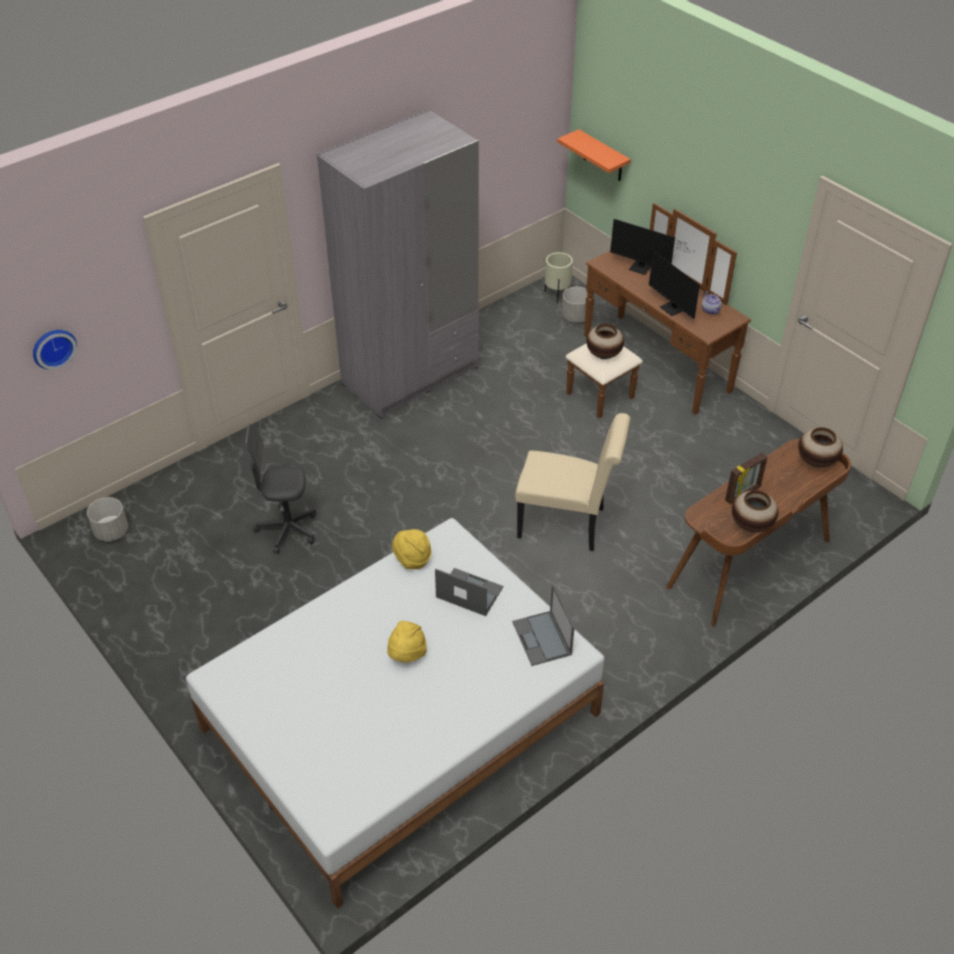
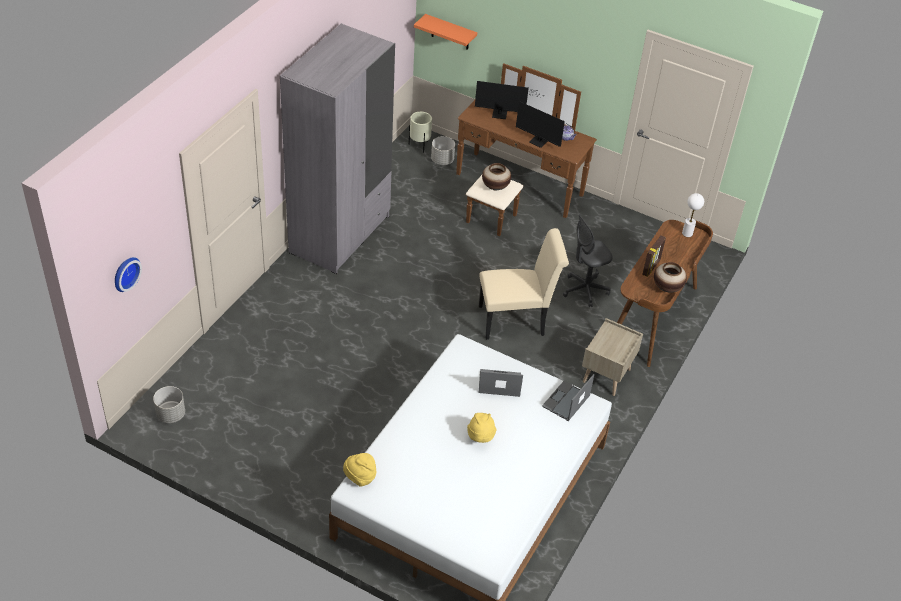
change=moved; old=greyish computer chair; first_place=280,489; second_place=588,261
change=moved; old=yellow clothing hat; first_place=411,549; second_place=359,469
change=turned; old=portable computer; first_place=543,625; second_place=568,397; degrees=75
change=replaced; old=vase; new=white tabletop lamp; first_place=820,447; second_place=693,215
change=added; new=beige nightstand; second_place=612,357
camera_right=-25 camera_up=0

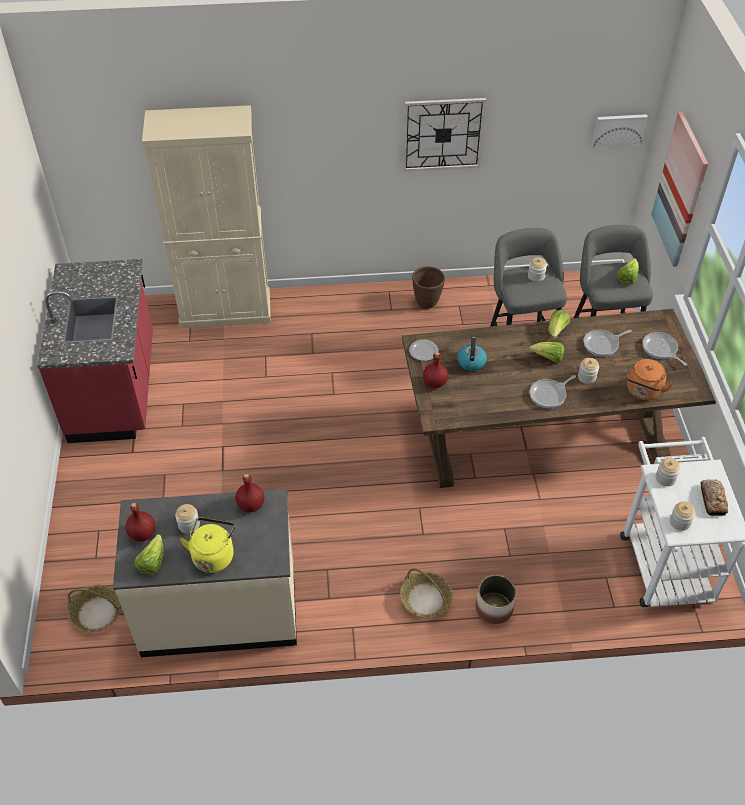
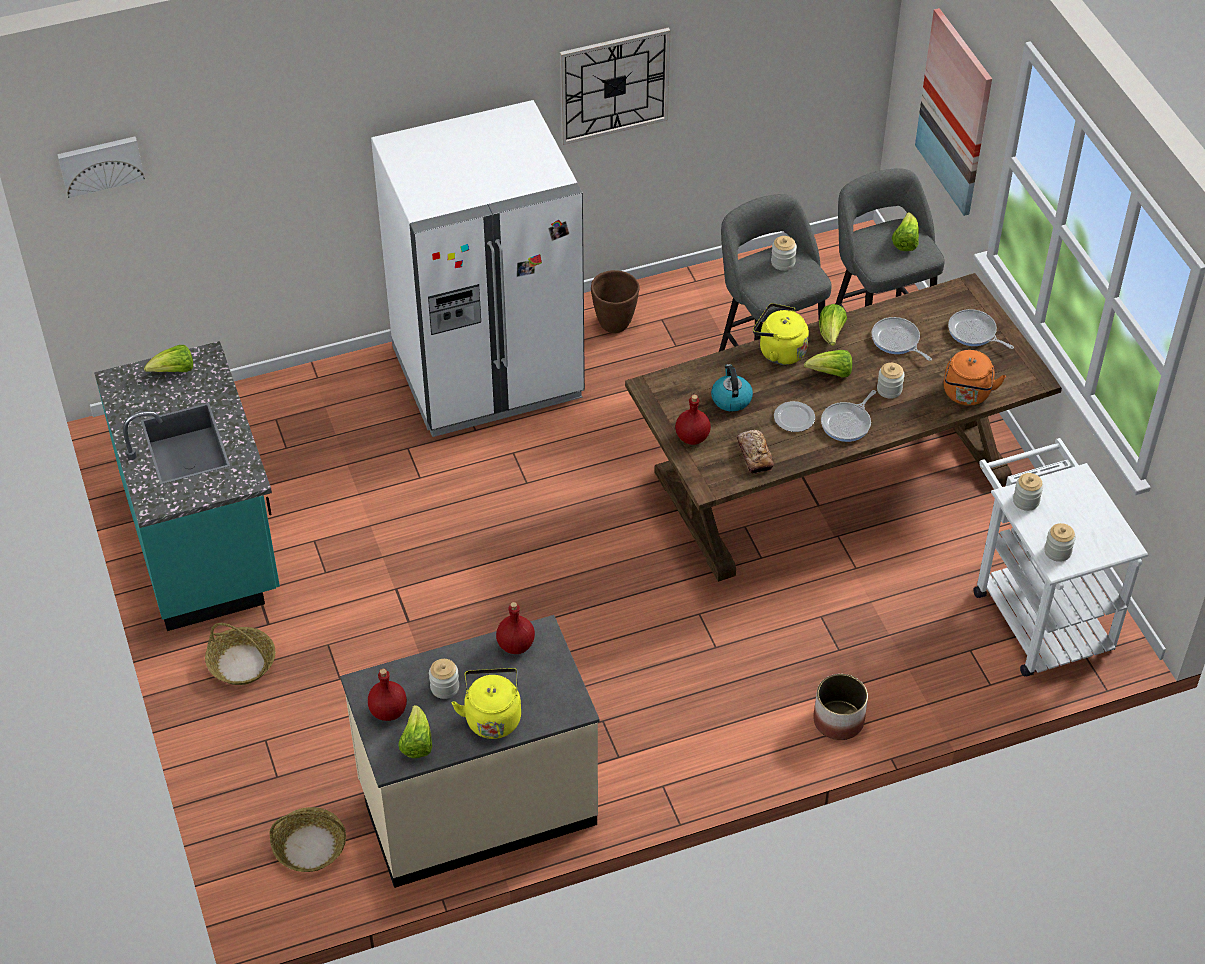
change=recoloured; old=red kitchen counter; new=turquoise-coloured kitchen counter; first_place=95,351; second_place=187,486
change=removed; old=beige storage cabinet; first_place=206,216
change=moved; old=basket; first_place=426,593; second_place=240,654
change=moved; old=plate; first_place=424,350; second_place=794,416
change=turned; old=skillet; first_place=608,343; second_place=901,339; degrees=90
change=moved; old=wall art; first_place=620,131; second_place=101,167
change=moved; old=bakery bread; first_place=714,497; second_place=755,452
change=added; new=head of lettuce; second_place=168,358
change=added; new=white fridge; second_place=478,268
change=added; new=yellow kettle; second_place=781,334
camera_right=-15 camera_up=0

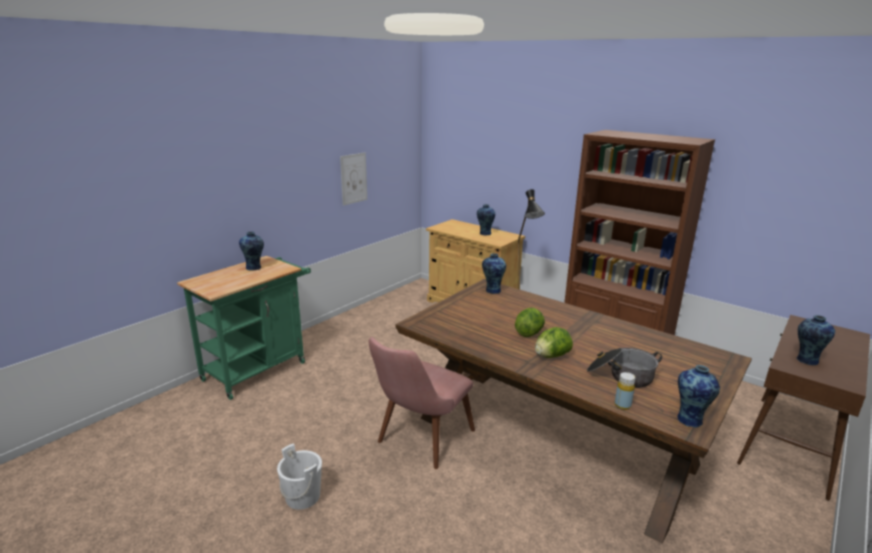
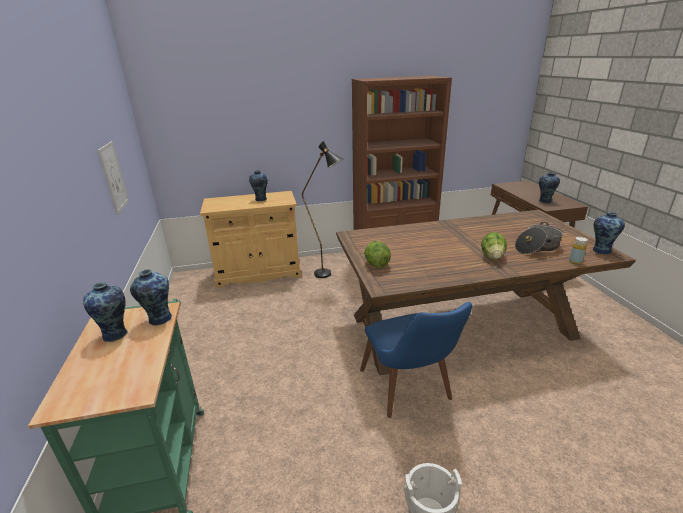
change=recoloured; old=pink-coloured chair; new=blue-coloured chair; first_place=422,403; second_place=416,360
change=moved; old=vase; first_place=494,273; second_place=151,297
change=moved; old=head of lettuce; first_place=530,322; second_place=377,254
camera_right=-50 camera_up=5

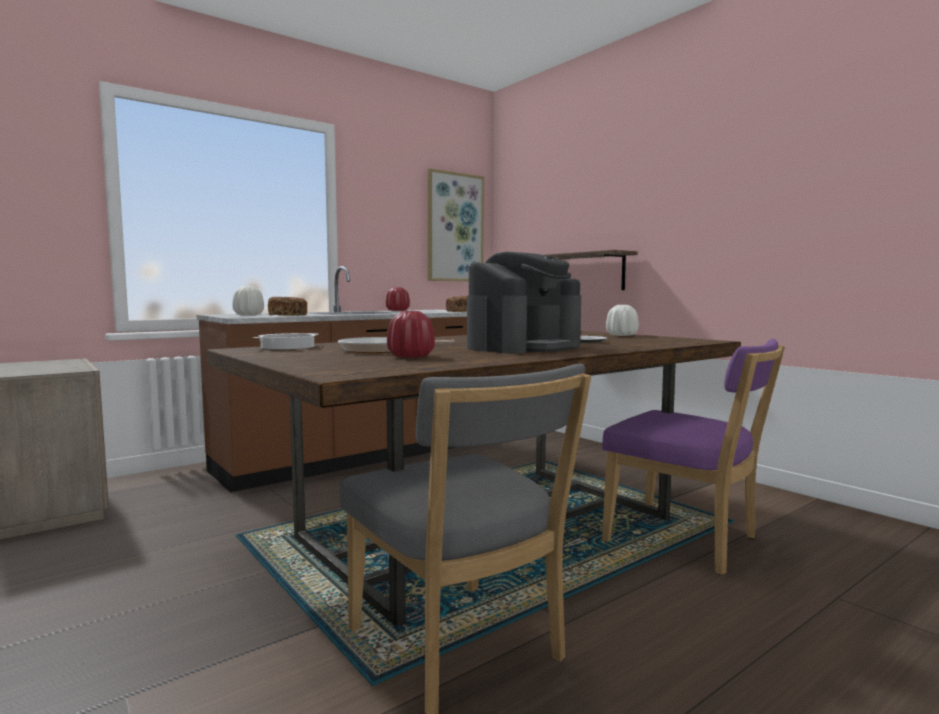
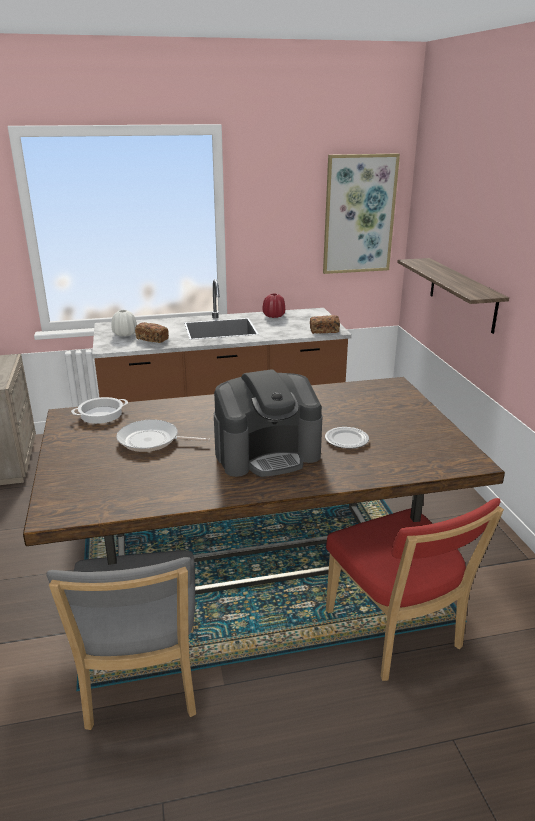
change=removed; old=red vase; first_place=411,334
change=recoloured; old=purplish chair; new=red chair; first_place=693,457; second_place=415,589
change=removed; old=white vase; first_place=622,320
camera_right=25 camera_up=20

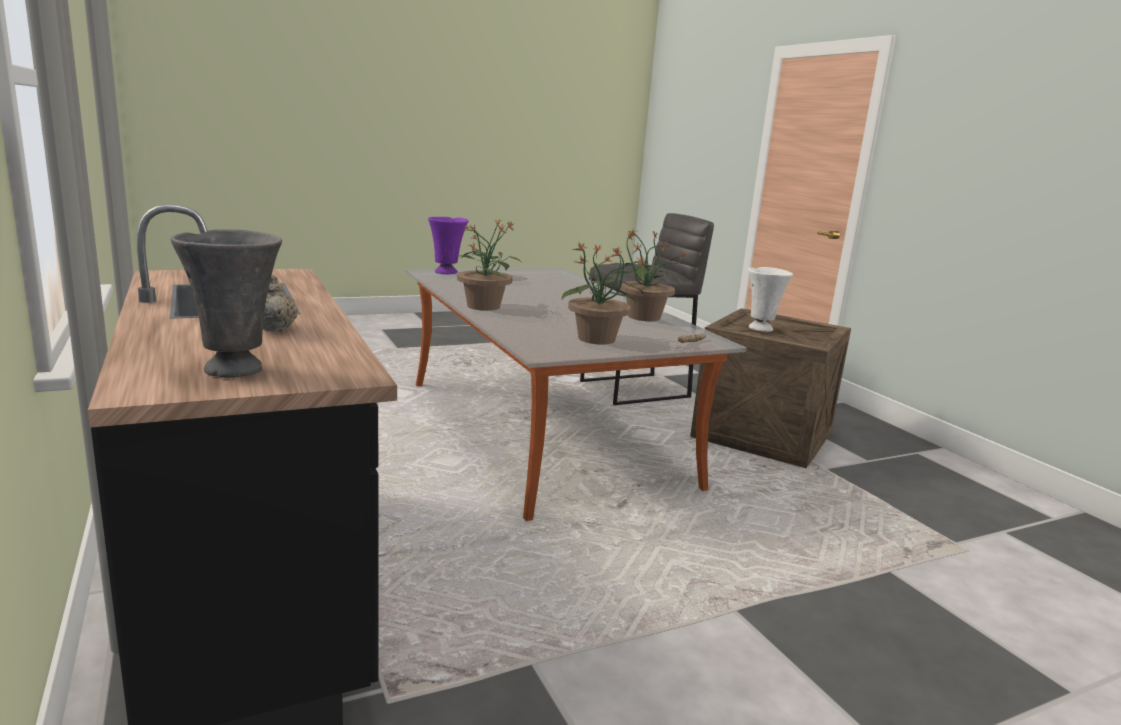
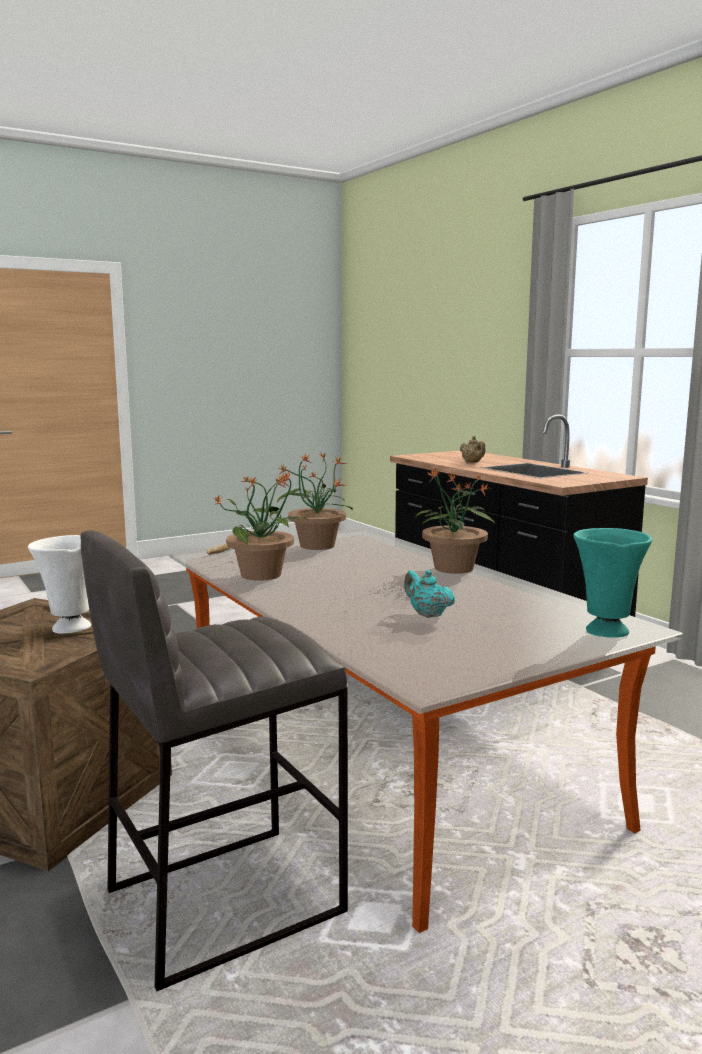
change=removed; old=greyish vase; first_place=226,303
change=recoloured; old=purplish vase; new=turquoise-coloured vase; first_place=448,245; second_place=613,583
change=added; new=turquoise-coloured tea pot; second_place=429,594
camera_right=175 camera_up=-5

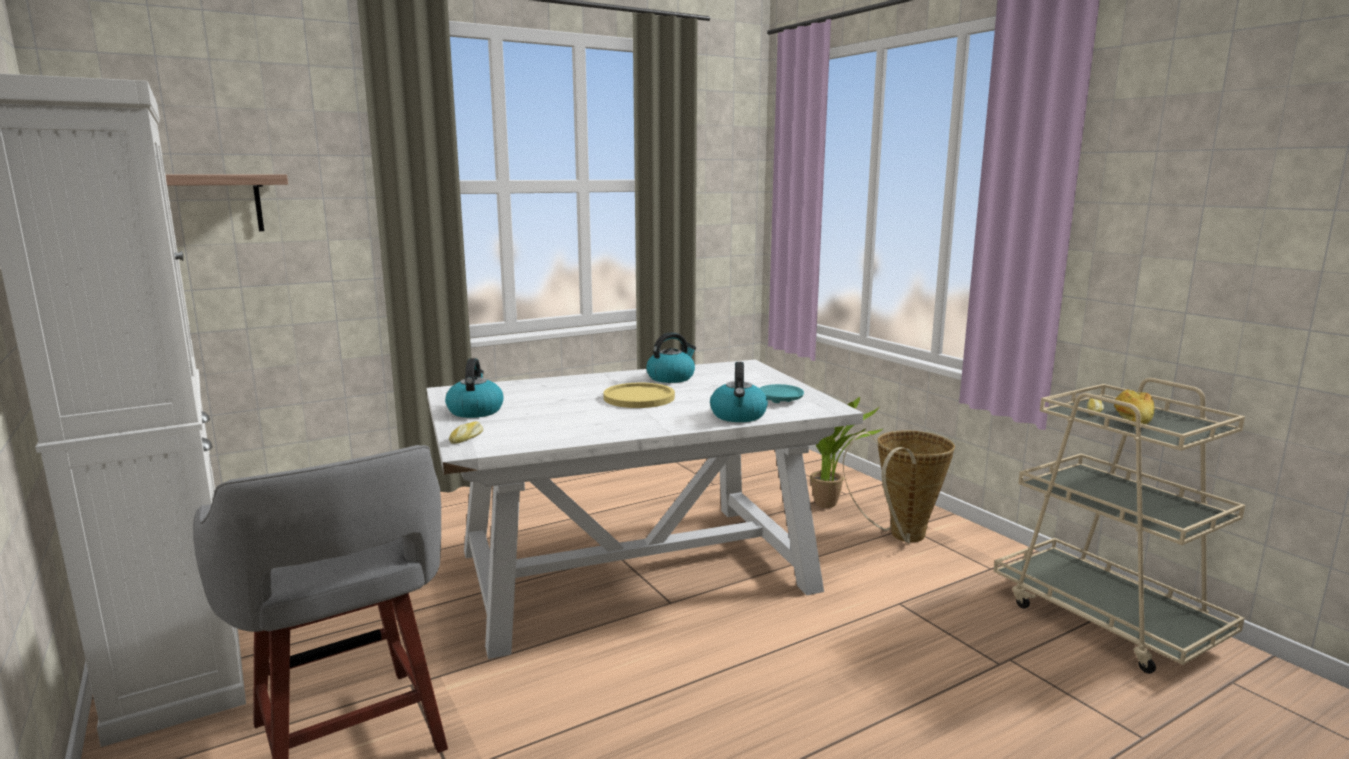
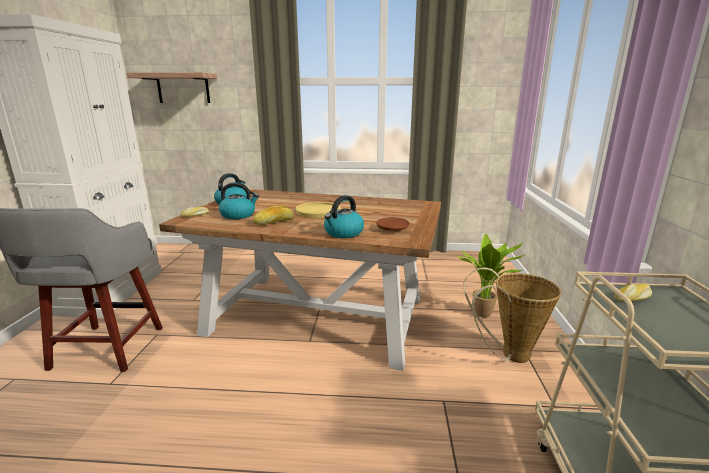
change=recoloured; old=white kitchen table; new=brown-coloured kitchen table; first_place=645,509; second_place=300,280
change=moved; old=kettle; first_place=671,357; second_place=239,200
change=recoloured; old=turquoise-coloured plate; new=brown-coloured plate; first_place=782,393; second_place=393,224
change=moved; old=bakery bread; first_place=1134,407; second_place=274,215
camera_right=35 camera_up=5

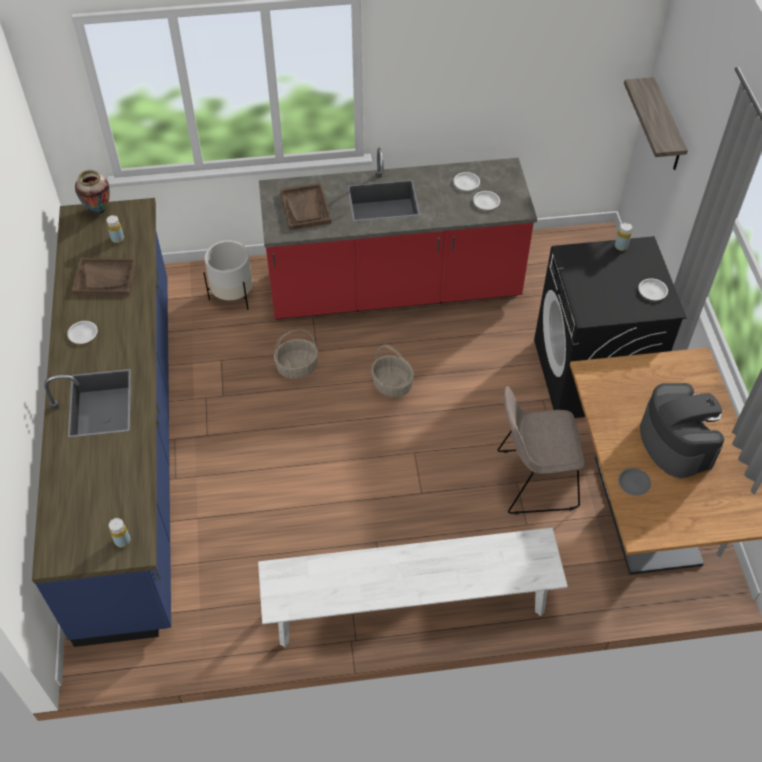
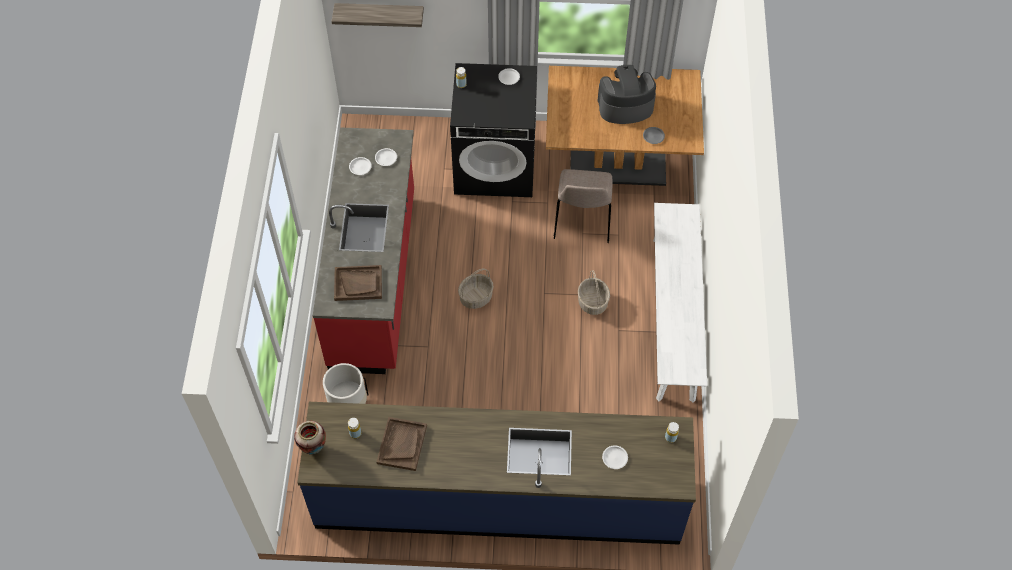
change=moved; old=white plate; first_place=82,332; second_place=615,457
change=moved; old=basket; first_place=296,354; second_place=594,292
camera_right=-80 camera_up=5

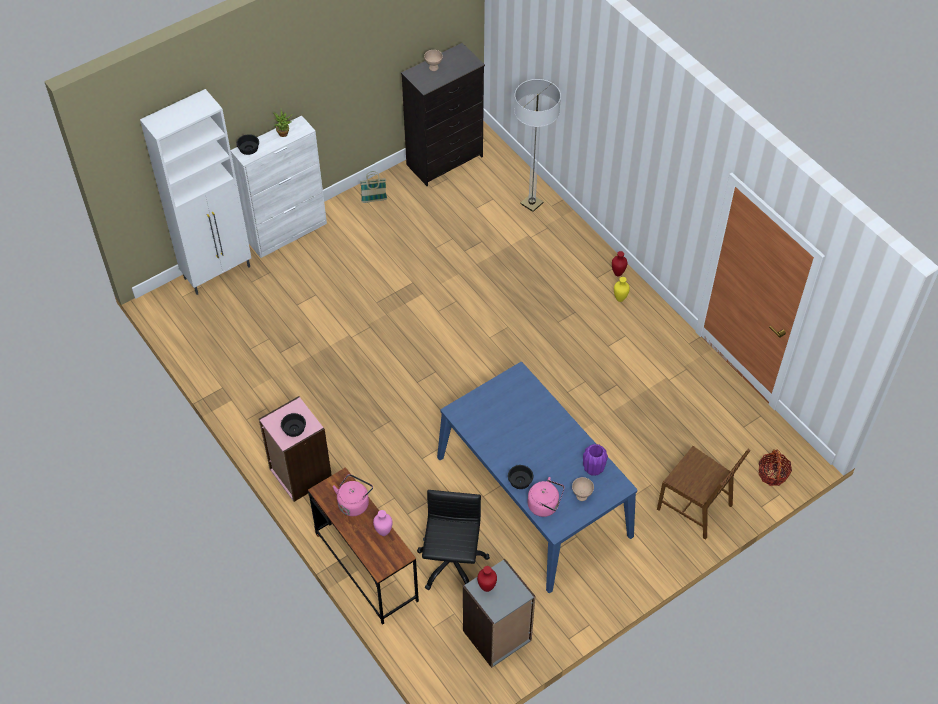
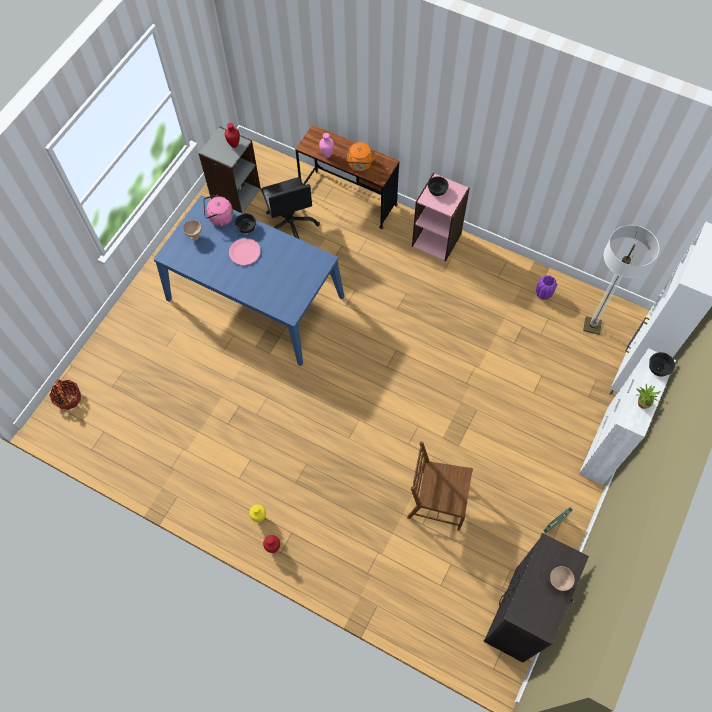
change=recoloured; old=pink-coloured kettle; new=orange-coloured kettle; first_place=353,495; second_place=362,156
change=moved; old=standard lamp; first_place=537,145; second_place=621,280
change=moved; old=purplish vase; first_place=595,460; second_place=546,287
change=moved; old=brown-coloured chair; first_place=704,493; second_place=440,486
change=added; new=pink-coloured plate; second_place=245,251
camera_right=155 camera_up=10

